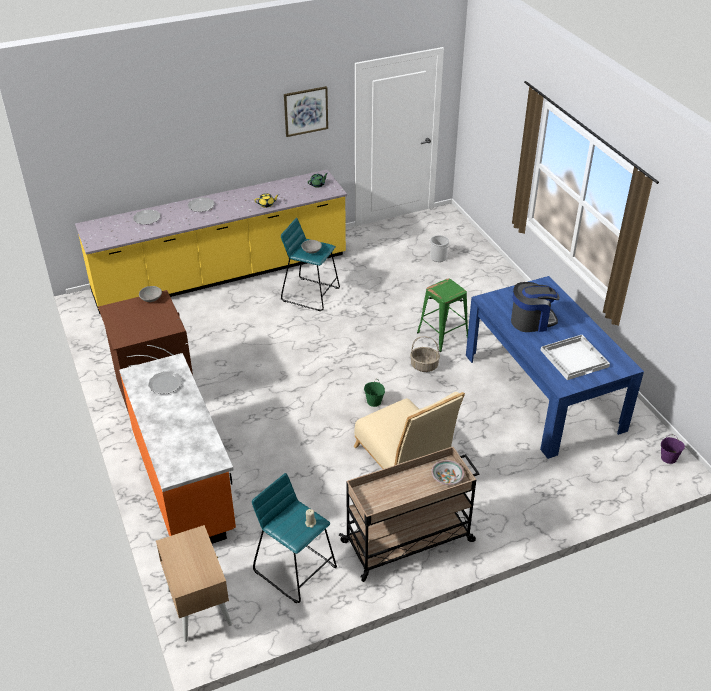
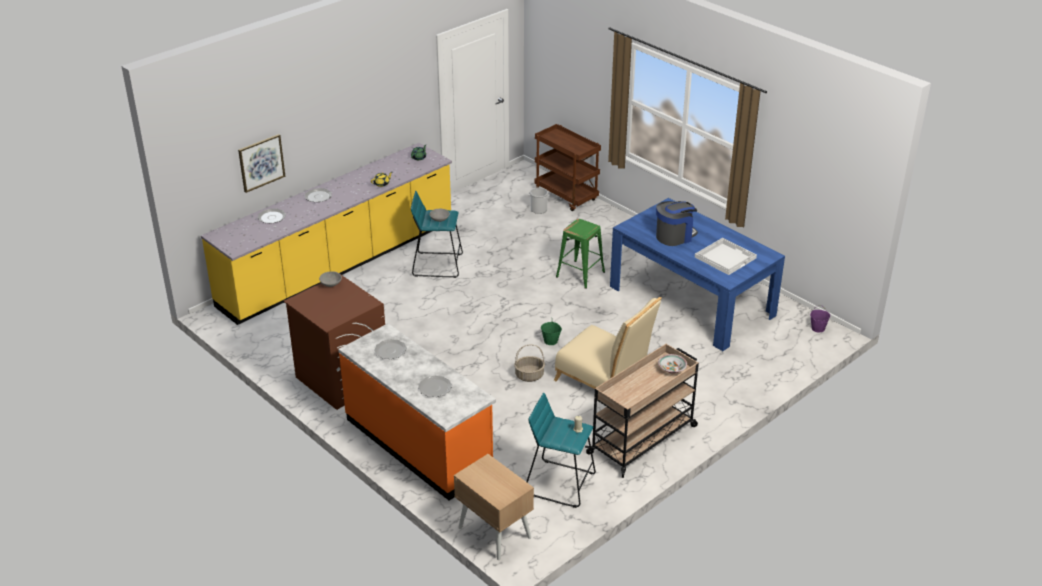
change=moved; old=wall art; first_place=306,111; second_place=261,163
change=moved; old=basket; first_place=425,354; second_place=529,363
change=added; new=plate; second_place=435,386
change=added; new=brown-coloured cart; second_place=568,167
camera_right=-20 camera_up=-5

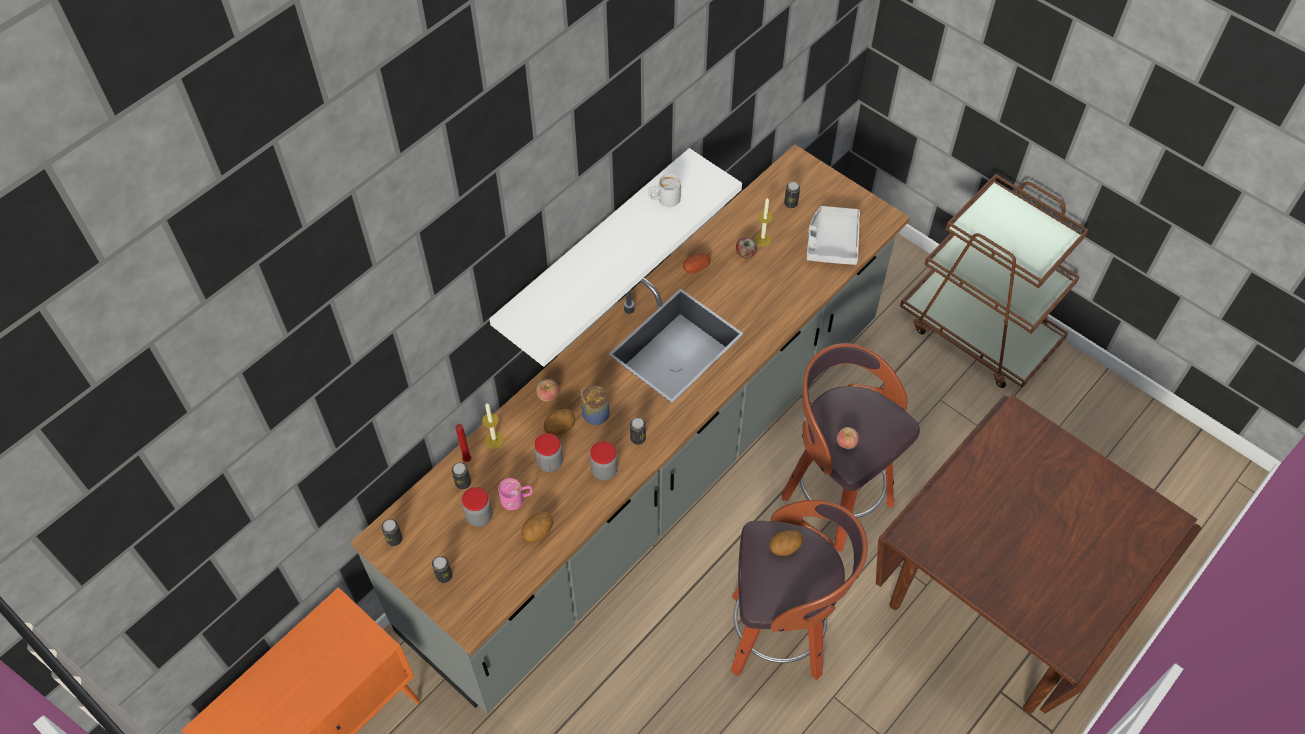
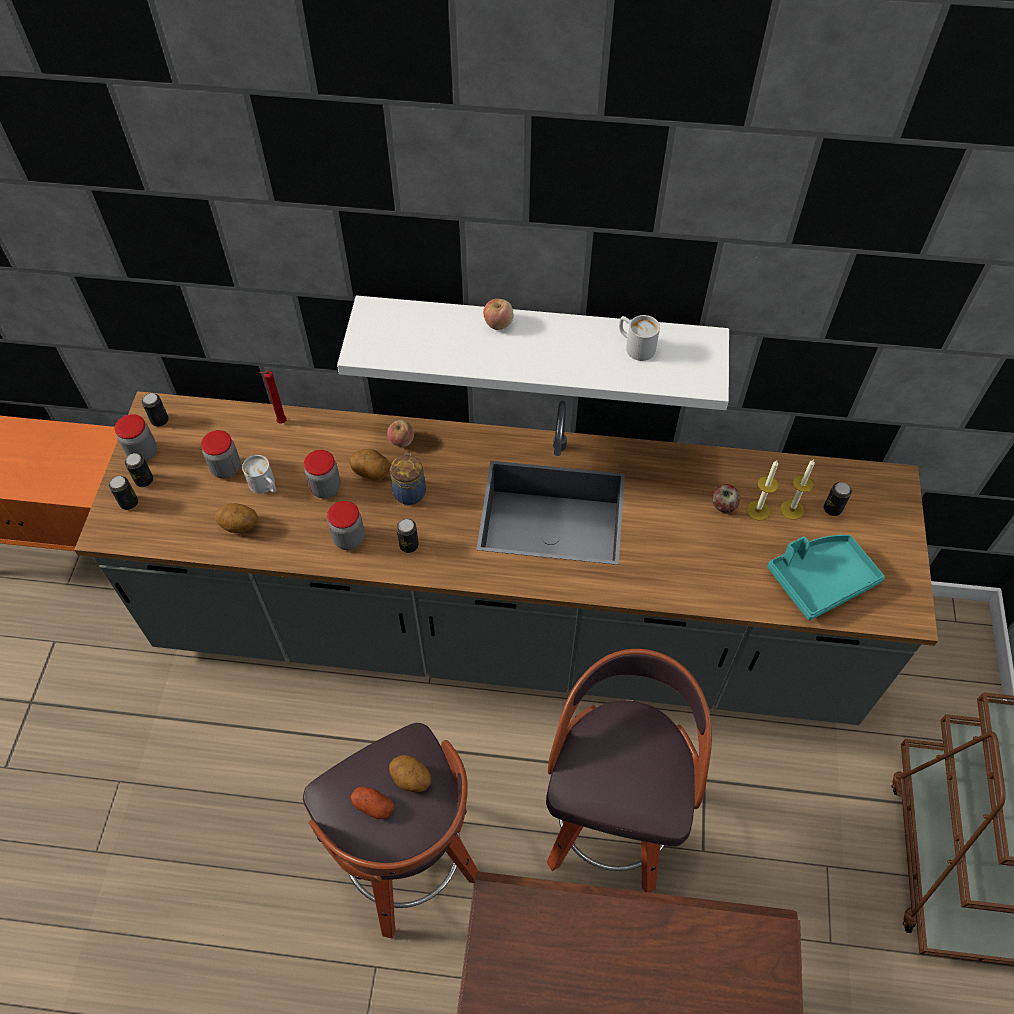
change=moved; old=can; first_place=461,476; second_place=123,493
change=moved; old=wax candle; first_place=493,425; second_place=797,489
change=recoloured; old=pink-coloured coffee mug; new=white coffee mug; first_place=515,494; second_place=259,474
change=moved; old=potato; first_place=697,263; second_place=372,803
change=recoloured; old=greyish carrying tray; new=turquoise-coloured carrying tray; first_place=833,235; second_place=826,577
change=moved; old=apple fruit; first_place=847,438; second_place=498,314
change=added; new=preserve jar; second_place=136,437
camera_right=55 camera_up=0

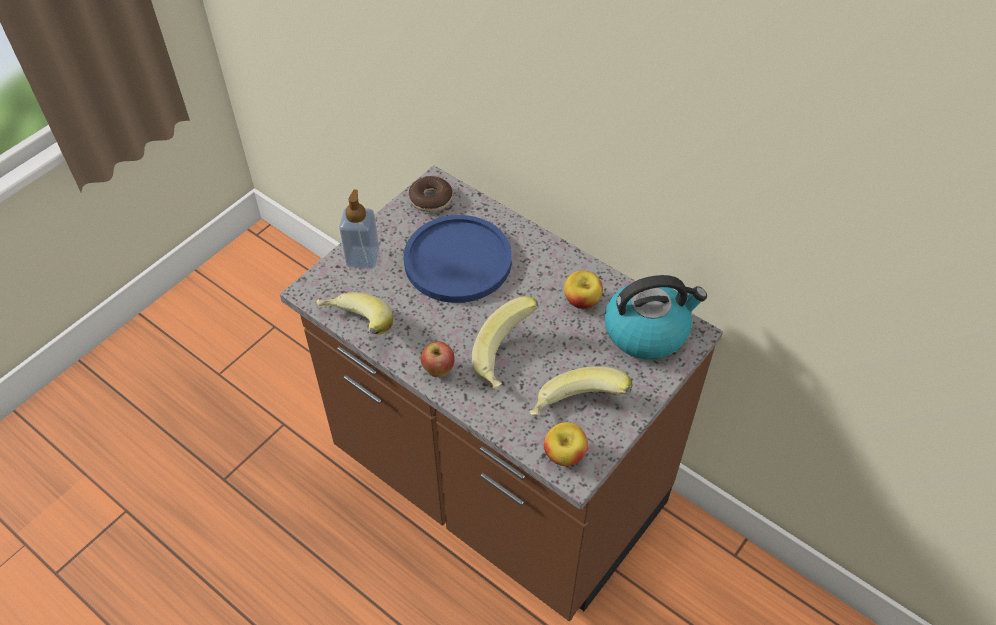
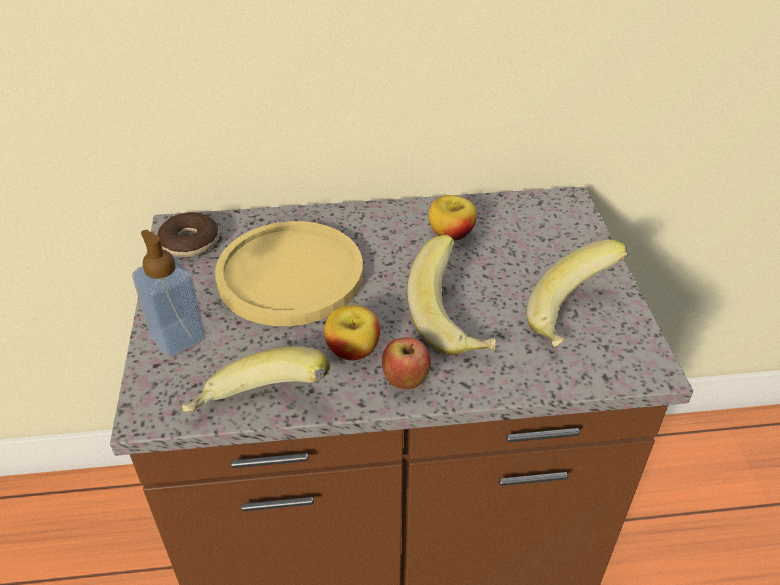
change=recoloured; old=blue-coloured plate; new=yellow plate; first_place=457,259; second_place=289,273
change=moved; old=apple fruit; first_place=566,444; second_place=352,333
change=removed; old=kettle; first_place=655,317
camera_right=-45 camera_up=-10

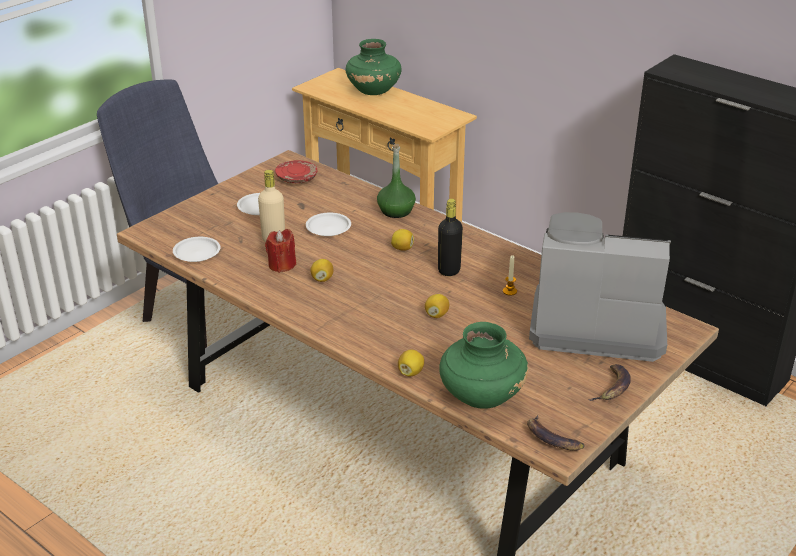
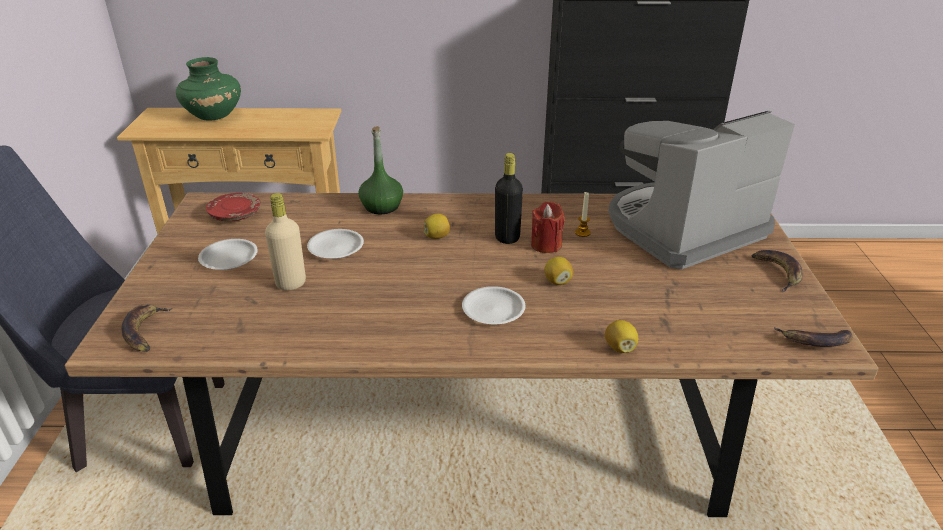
change=moved; old=white plate; first_place=196,249; second_place=493,305
change=moved; old=red wax candle; first_place=281,251; second_place=548,227
change=removed; old=whole lemon; first_place=321,270
change=removed; old=green-coloured vase; first_place=483,365
change=added; new=whole banana; second_place=147,328
camera_right=-40 camera_up=0

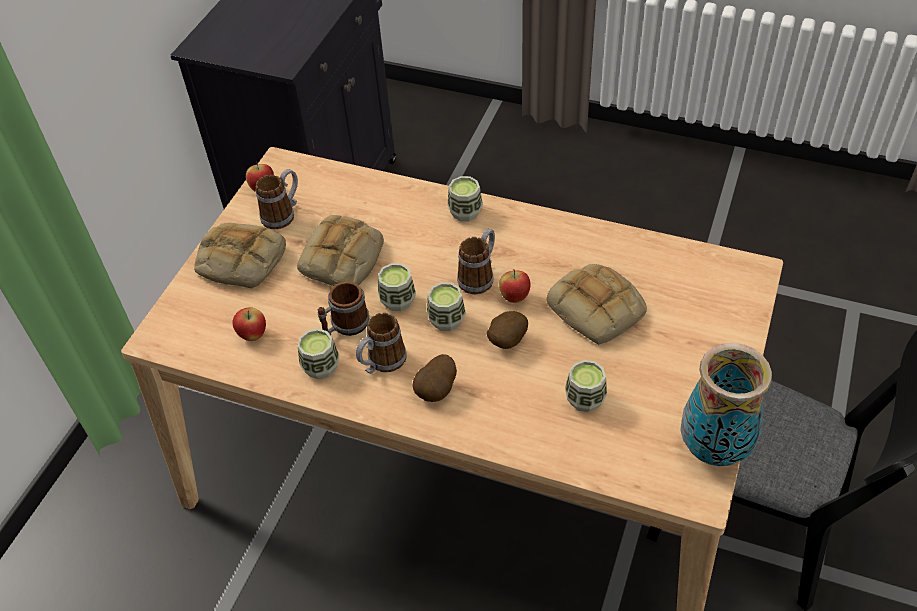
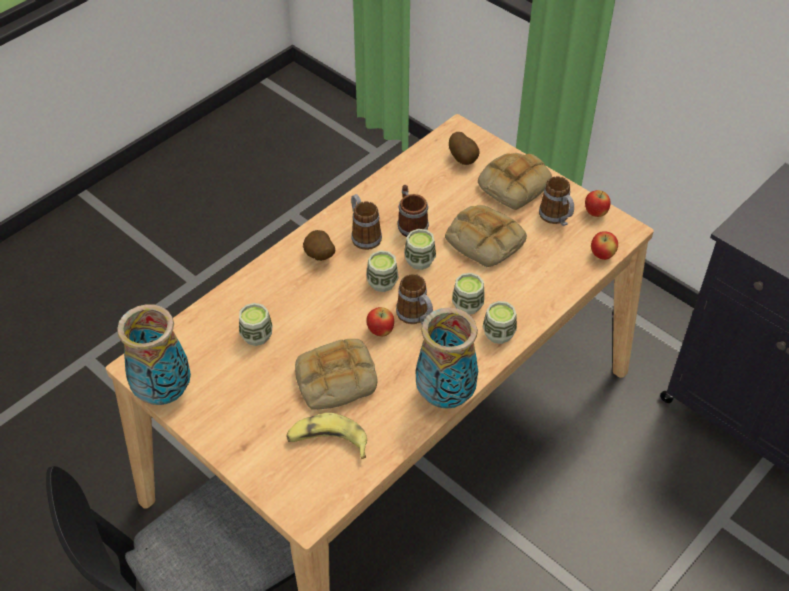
change=moved; old=apple fruit; first_place=249,324; second_place=604,245
change=moved; old=cup; first_place=318,353; second_place=468,294
change=moved; old=potato; first_place=507,330; second_place=464,148
change=added; new=whole banana; second_place=326,436
change=added; new=vase; second_place=447,358
camera_right=110 camera_up=0

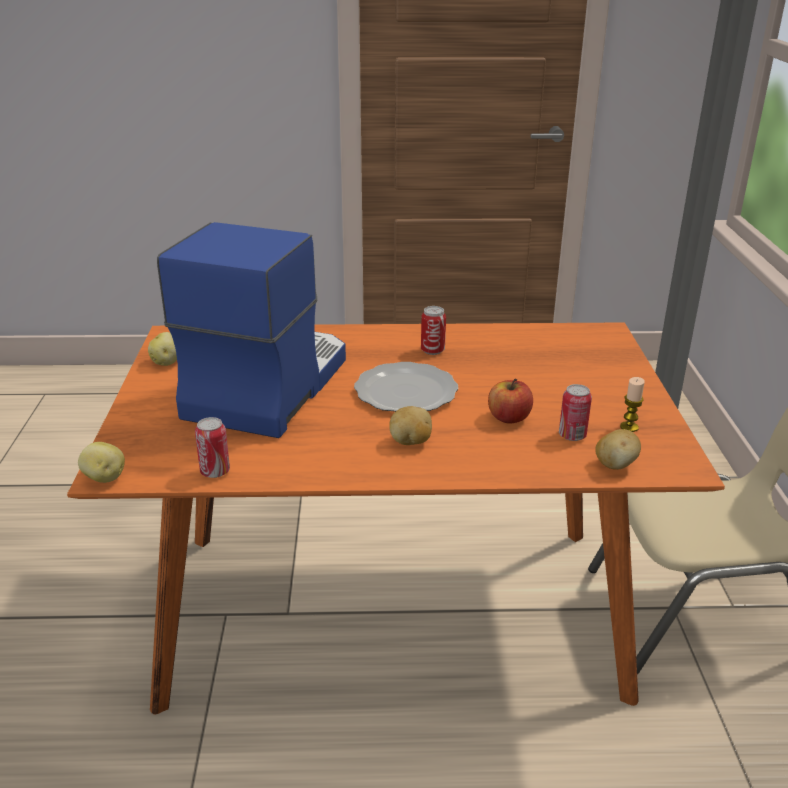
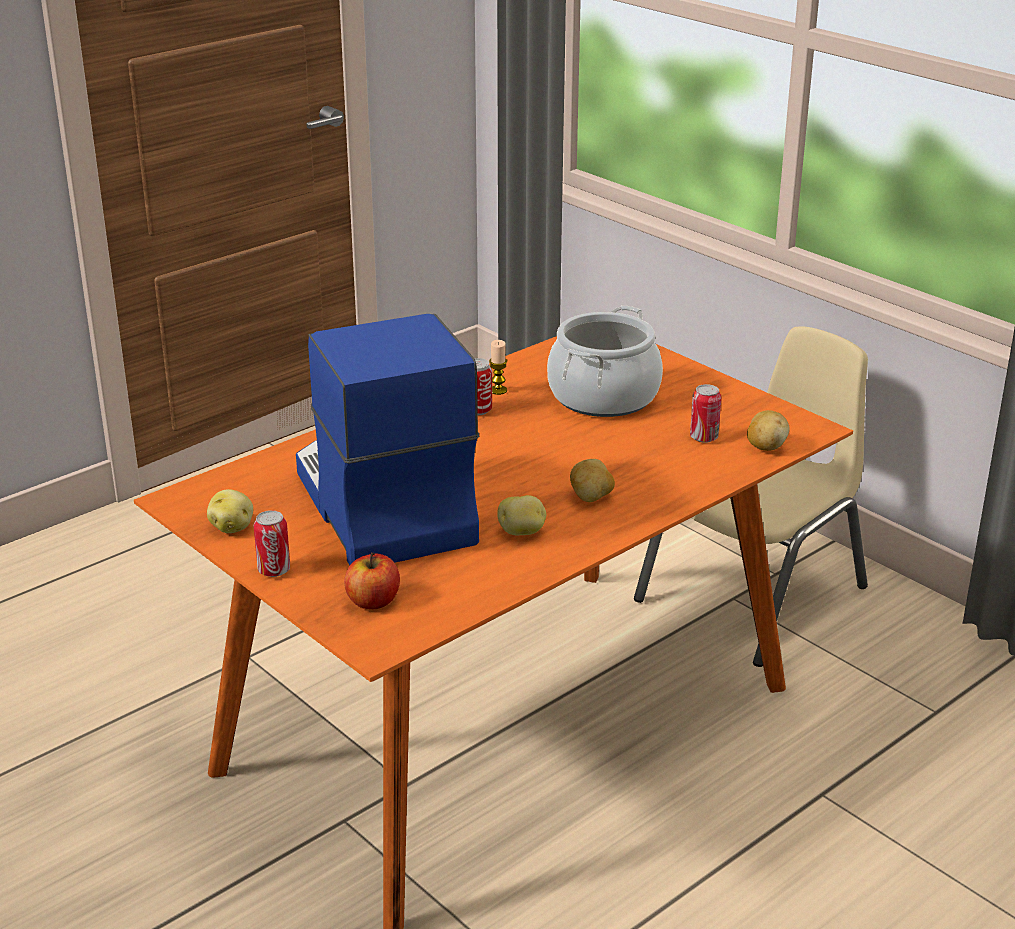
change=moved; old=potato; first_place=101,462; second_place=521,515
change=moved; old=can; first_place=212,447; second_place=272,543
change=removed; old=plate; first_place=406,387
change=moved; old=apple fruit; first_place=510,401; second_place=372,580
change=moved; old=wax candle; first_place=632,404; second_place=498,367
change=added; new=cooking pot; second_place=605,361
camera_right=-40 camera_up=0

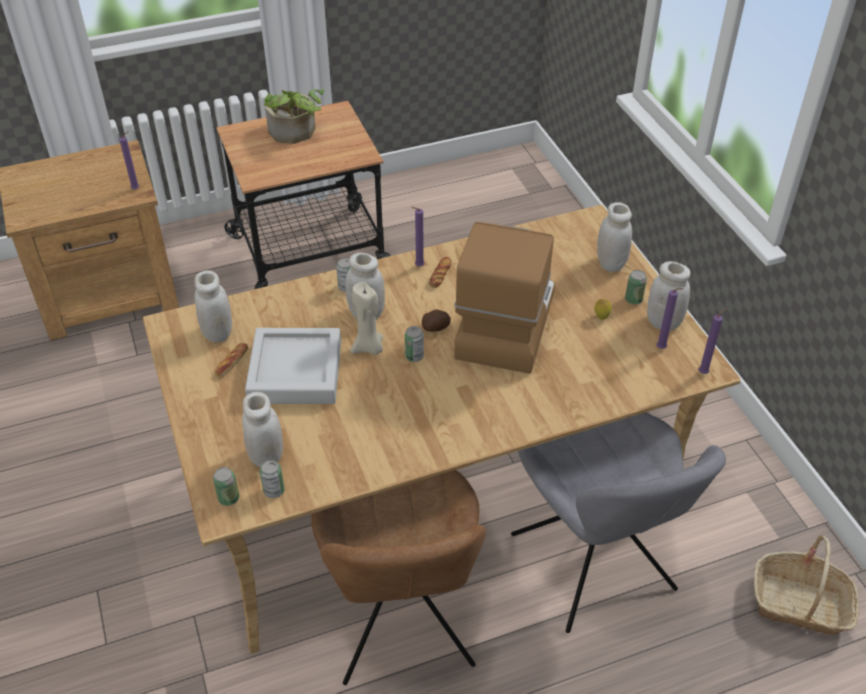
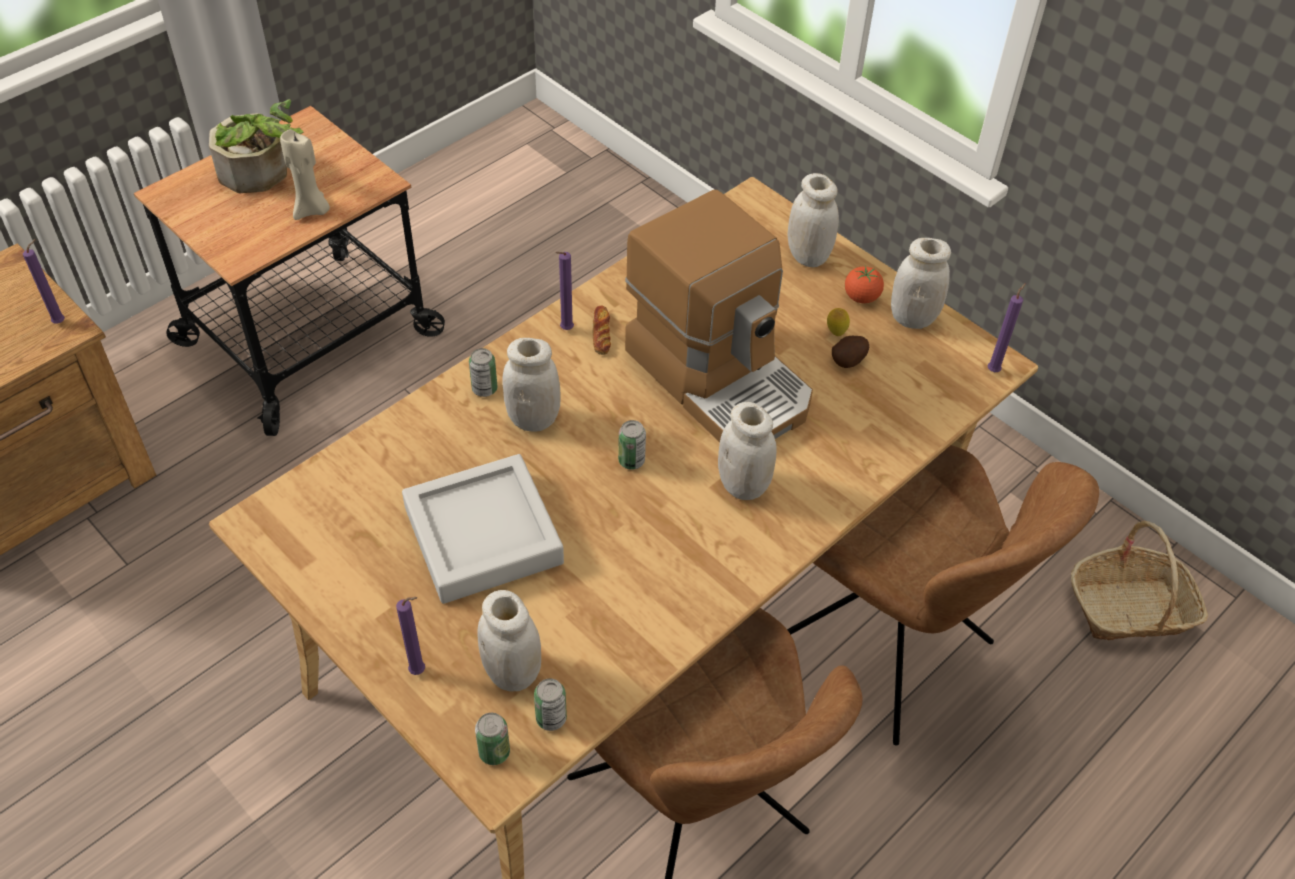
change=moved; old=white preserve jar; first_place=213,306; second_place=747,451
change=removed; old=bakery bread; first_place=231,360
change=moved; old=beige wax candle; first_place=366,318; second_place=305,174
change=moved; old=potato; first_place=436,321; second_place=850,352
change=turned; old=coffee maker; first_place=504,298; second_place=719,316; degrees=150
change=recoloured; old=greyish chair; new=brown-coloured chair; first_place=618,522; second_place=943,595
change=replaced; old=can; new=whole tomato; first_place=636,287; second_place=864,284
change=moved; old=purplish wax candle; first_place=670,318; second_place=410,636
camera_right=-25 camera_up=5

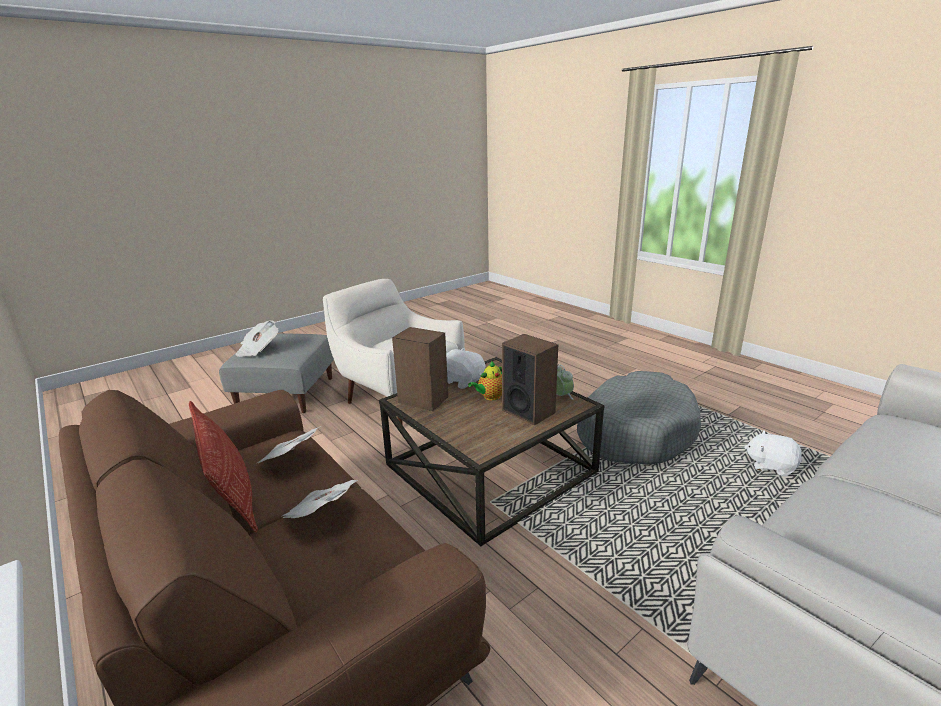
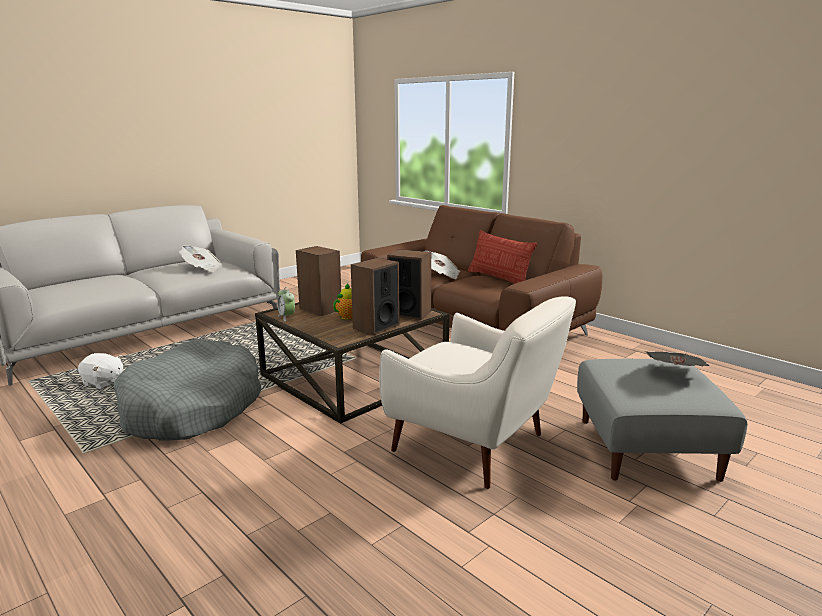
change=moved; old=printed paper; first_place=289,444; second_place=200,258
change=replaced; old=white plush toy; new=audio speaker; first_place=465,368; second_place=375,296
camera_right=175 camera_up=-5

